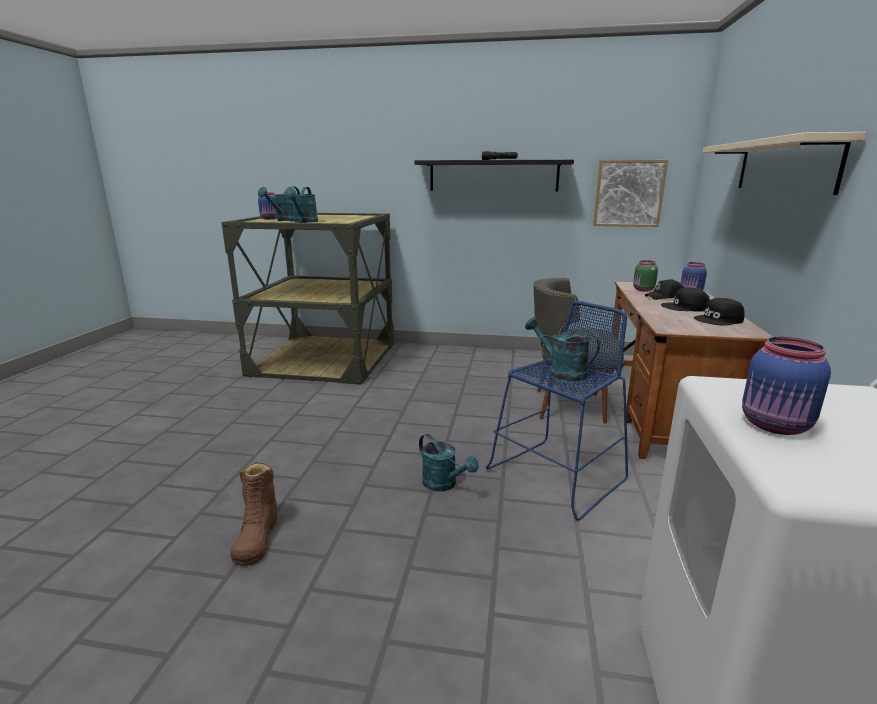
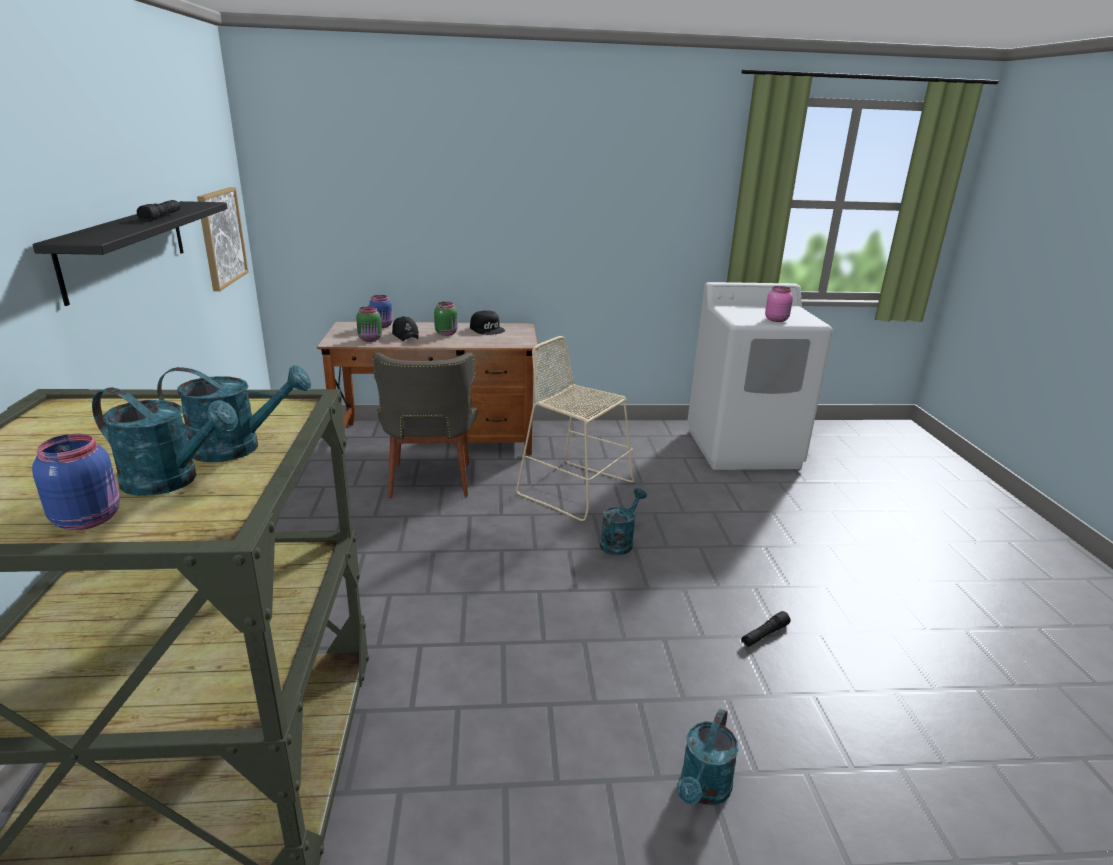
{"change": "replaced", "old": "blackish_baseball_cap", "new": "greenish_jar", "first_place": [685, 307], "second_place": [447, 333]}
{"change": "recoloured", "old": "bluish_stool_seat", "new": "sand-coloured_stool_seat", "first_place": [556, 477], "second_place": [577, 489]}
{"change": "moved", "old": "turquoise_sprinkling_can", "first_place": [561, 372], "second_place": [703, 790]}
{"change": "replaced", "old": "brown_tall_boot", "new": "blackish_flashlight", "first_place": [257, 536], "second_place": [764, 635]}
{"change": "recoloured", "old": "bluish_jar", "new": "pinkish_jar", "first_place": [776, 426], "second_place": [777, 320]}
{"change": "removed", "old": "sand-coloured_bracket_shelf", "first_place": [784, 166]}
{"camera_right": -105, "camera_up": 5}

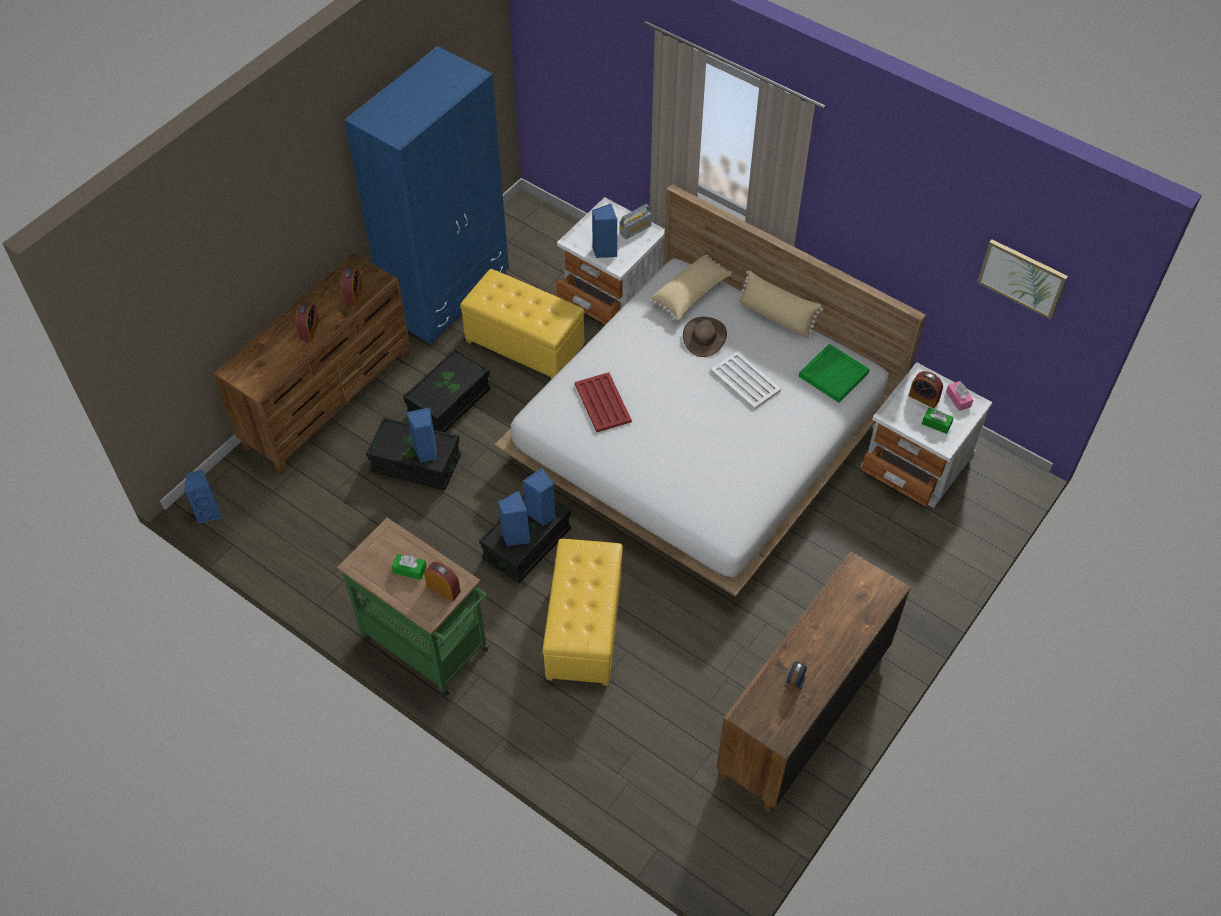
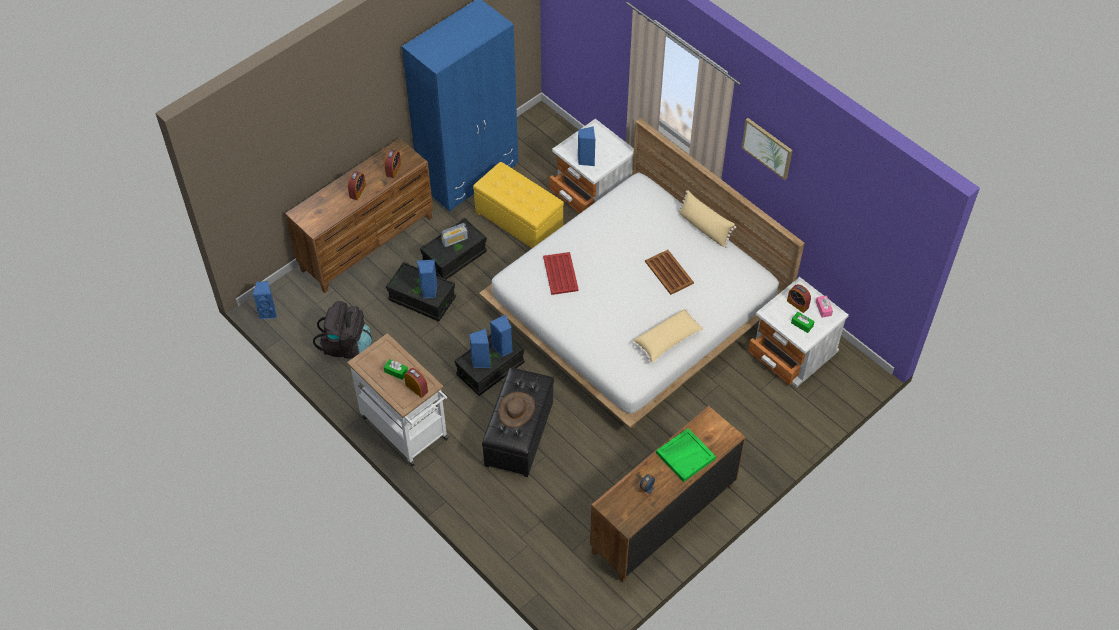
{"change": "added", "new": "blackish_rucksack", "second_place": [346, 345]}
{"change": "recoloured", "old": "greenish_trolley", "new": "white-coloured_trolley", "first_place": [428, 646], "second_place": [406, 430]}
{"change": "moved", "old": "radio_set", "first_place": [635, 230], "second_place": [454, 240]}
{"change": "recoloured", "old": "yellow-coloured_ottoman", "new": "blackish_ottoman", "first_place": [585, 628], "second_place": [519, 435]}
{"change": "moved", "old": "brown_clothing_hat", "first_place": [704, 337], "second_place": [516, 410]}
{"change": "moved", "old": "sand-coloured_throw_pillow", "first_place": [691, 294], "second_place": [668, 340]}
{"change": "recoloured", "old": "white-coloured_tray", "new": "brown_tray", "first_place": [745, 381], "second_place": [669, 273]}
{"change": "moved", "old": "greenish_tray", "first_place": [833, 374], "second_place": [685, 455]}
{"change": "moved", "old": "wall_art", "first_place": [1022, 278], "second_place": [767, 148]}
{"camera_right": 10, "camera_up": 0}

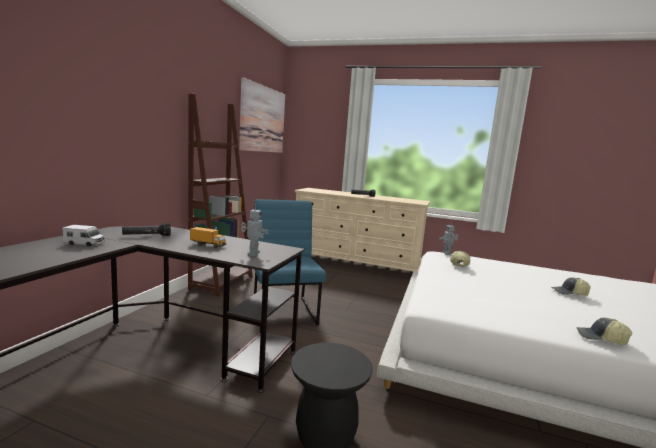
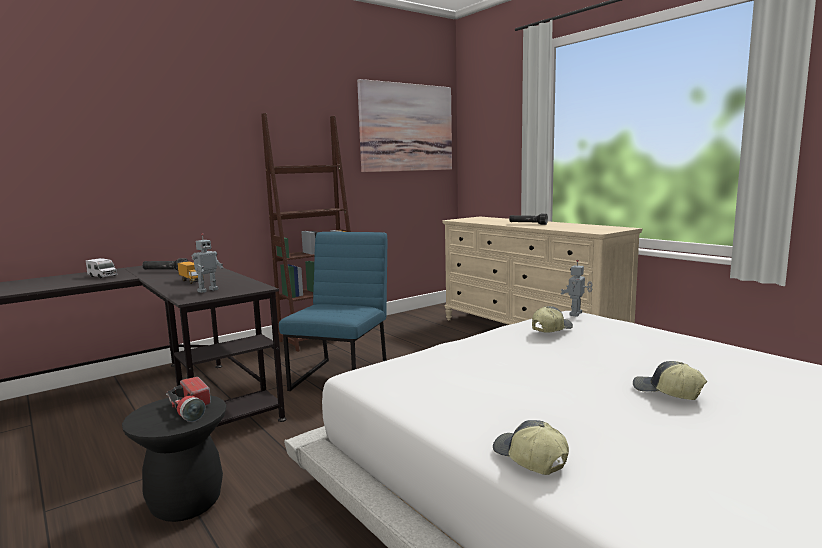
{"change": "added", "new": "flashlight", "second_place": [191, 409]}
{"camera_right": 35, "camera_up": 0}

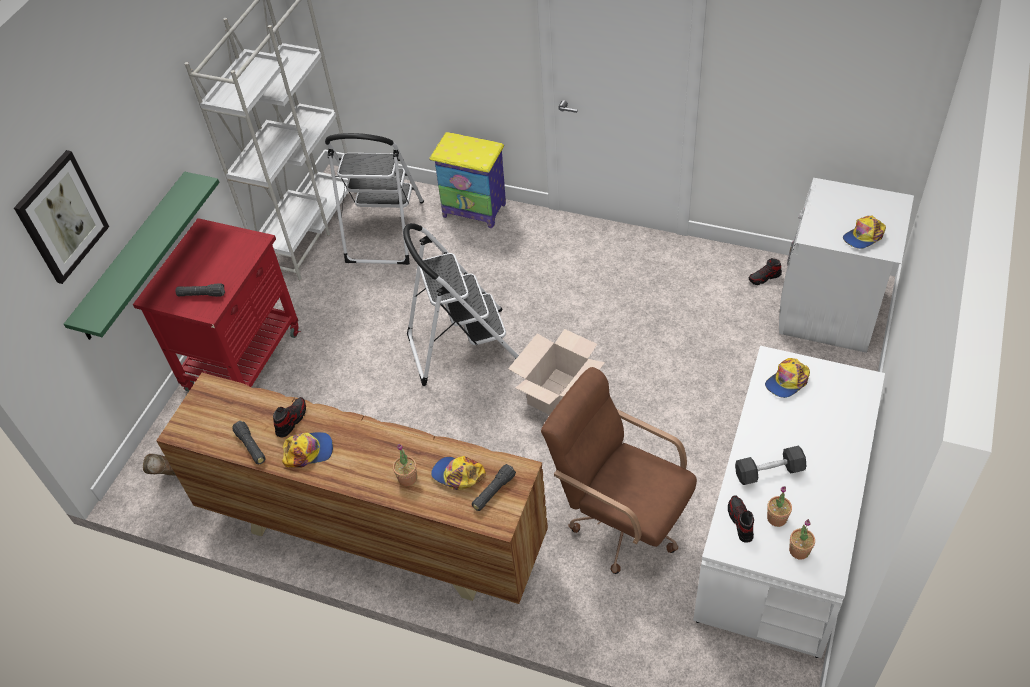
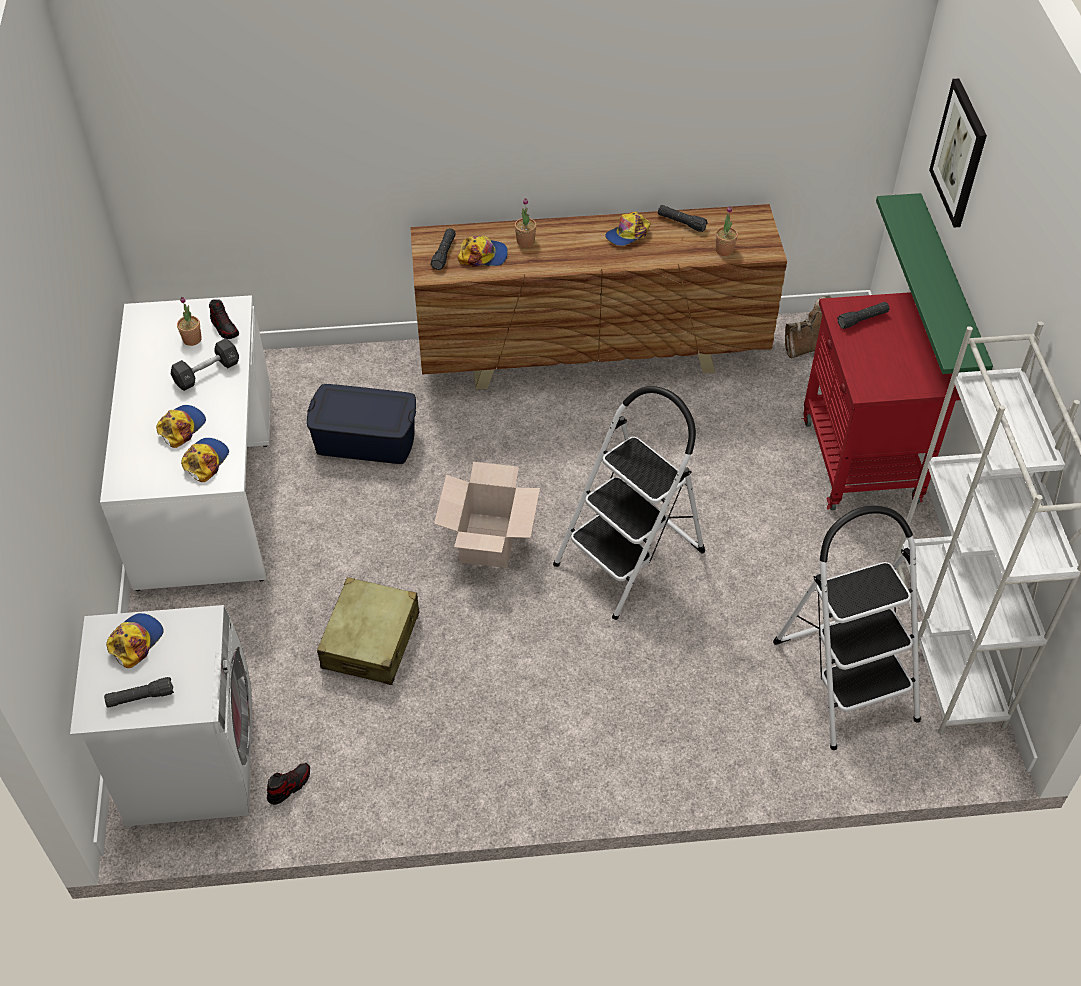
{"change": "added", "new": "blackish_flashlight", "second_place": [140, 697]}
{"change": "added", "new": "baseball_cap", "second_place": [181, 427]}
{"change": "replaced", "old": "brown_computer_chair", "new": "bluish_storage_box", "first_place": [620, 523], "second_place": [366, 440]}
{"change": "added", "new": "sand-coloured_piece_of_luggage", "second_place": [371, 640]}
{"change": "moved", "old": "potted_plant", "first_place": [799, 550], "second_place": [724, 250]}
{"change": "removed", "old": "item_of_footwear", "first_place": [291, 420]}
{"change": "removed", "old": "bedside_table", "first_place": [475, 212]}
{"camera_right": 150, "camera_up": 0}

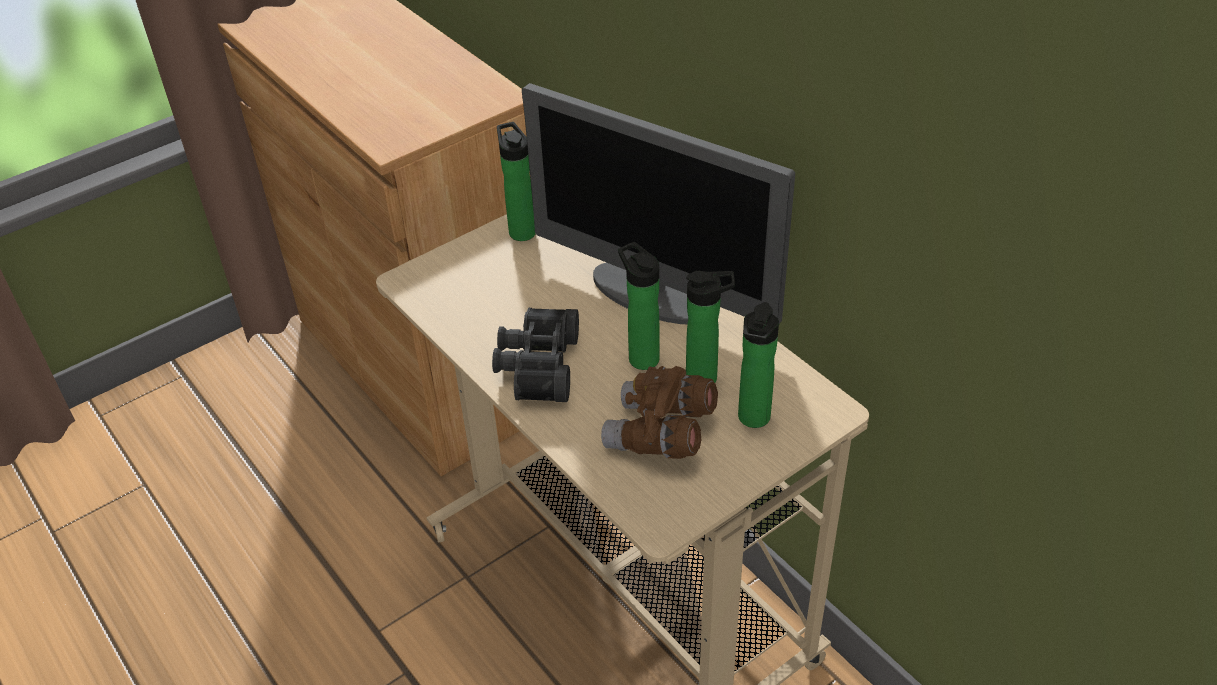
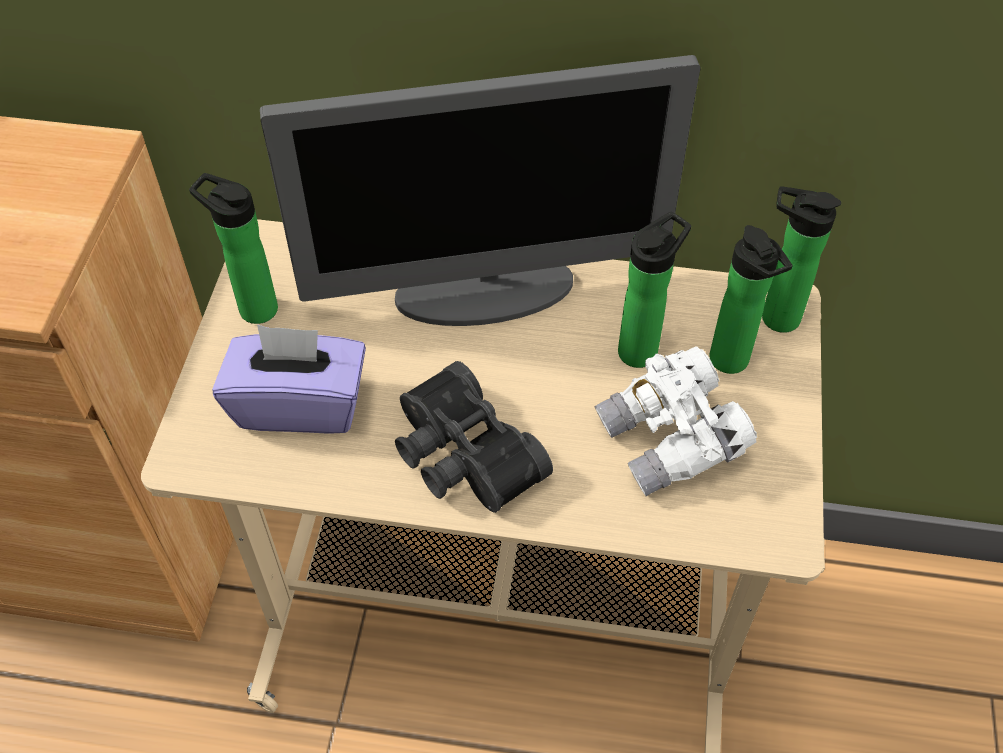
{"change": "added", "new": "purple-coloured_box_of_tissues", "second_place": [300, 404]}
{"change": "recoloured", "old": "brown_field_glasses", "new": "white-coloured_field_glasses", "first_place": [660, 435], "second_place": [671, 441]}
{"change": "moved", "old": "drink_bottle", "first_place": [641, 356], "second_place": [774, 317]}
{"camera_right": -45, "camera_up": 10}

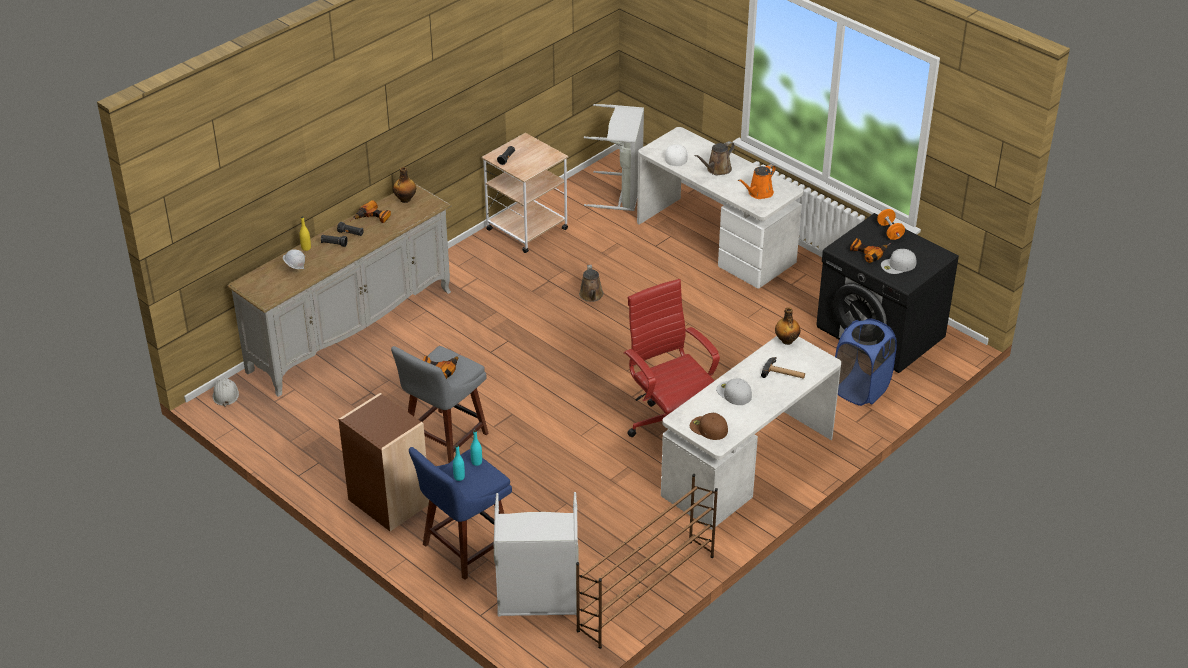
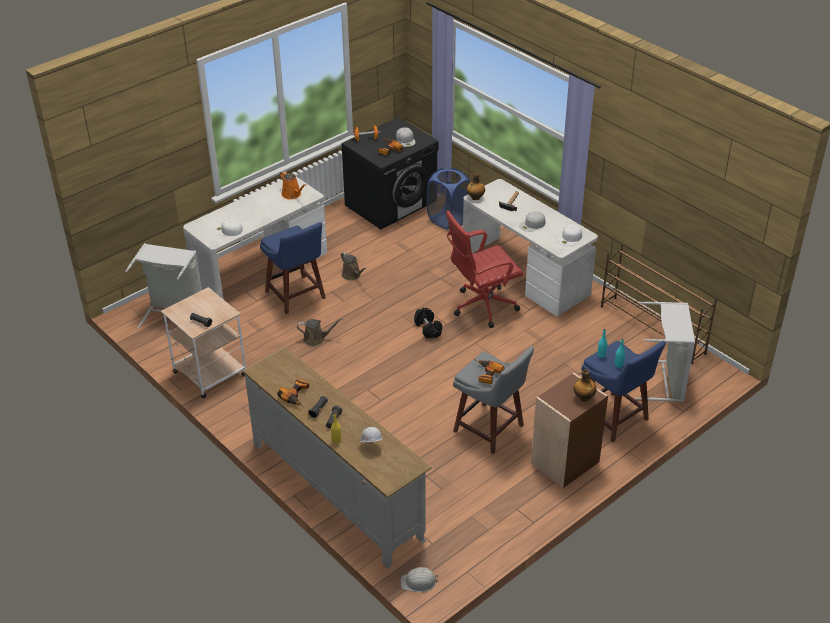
{"change": "added", "new": "bluish_stool_seat", "second_place": [296, 296]}
{"change": "moved", "old": "brown_sprinkling_can", "first_place": [717, 170], "second_place": [352, 275]}
{"change": "added", "new": "blackish_dumbbell", "second_place": [428, 329]}
{"change": "recoloured", "old": "brown_baseball_cap", "new": "white-coloured_baseball_cap", "first_place": [708, 428], "second_place": [570, 238]}
{"change": "moved", "old": "drink_bottle", "first_place": [405, 199], "second_place": [583, 397]}
{"camera_right": -85, "camera_up": 0}

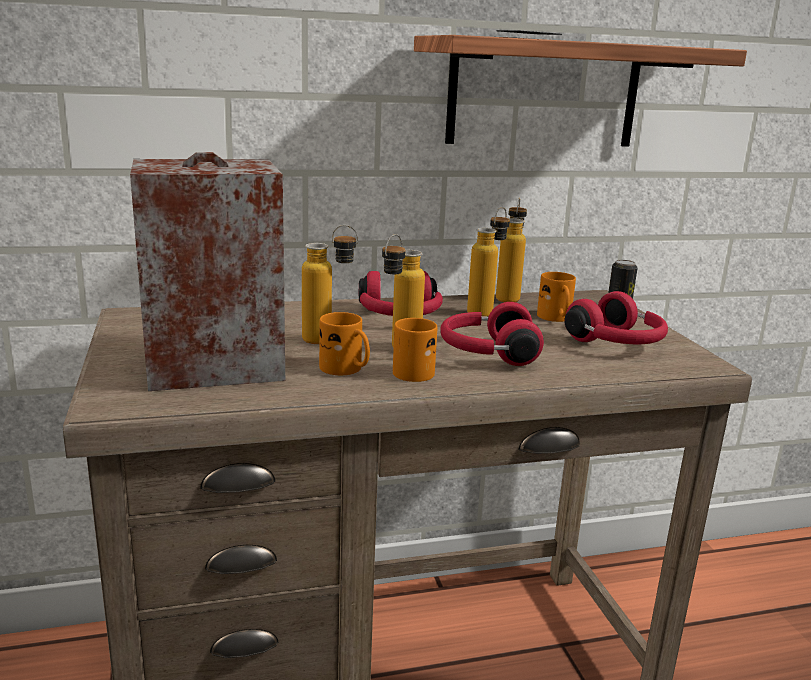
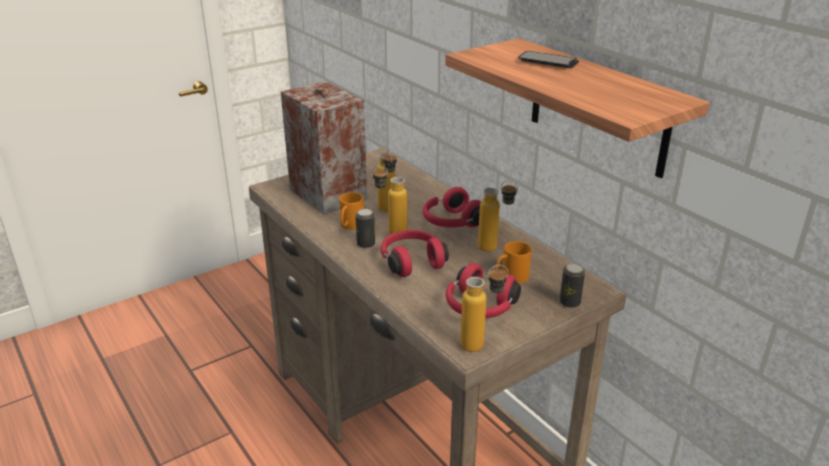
{"change": "replaced", "old": "orange_mug", "new": "metal_can", "first_place": [414, 370], "second_place": [366, 244]}
{"change": "moved", "old": "drink_bottle", "first_place": [508, 297], "second_place": [481, 344]}
{"camera_right": 70, "camera_up": 10}

